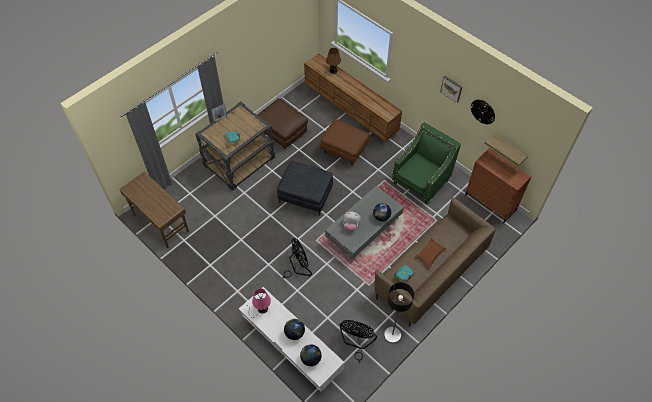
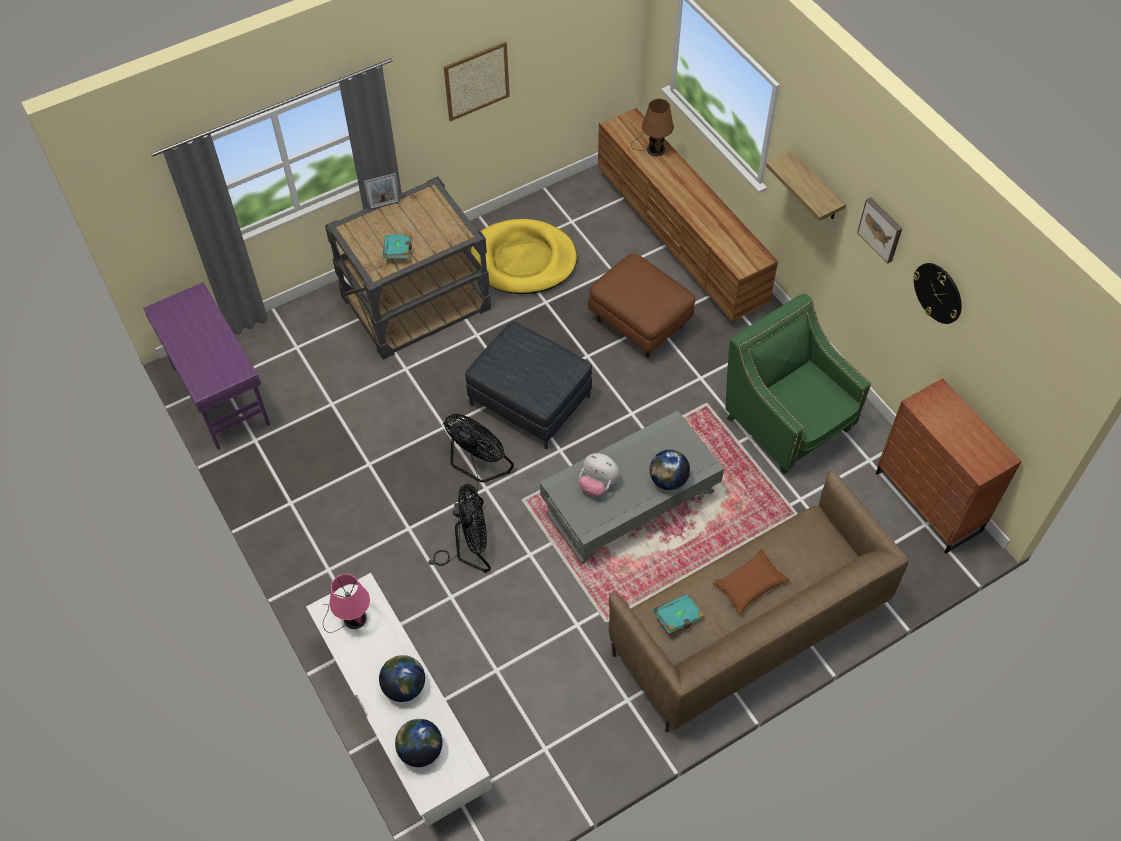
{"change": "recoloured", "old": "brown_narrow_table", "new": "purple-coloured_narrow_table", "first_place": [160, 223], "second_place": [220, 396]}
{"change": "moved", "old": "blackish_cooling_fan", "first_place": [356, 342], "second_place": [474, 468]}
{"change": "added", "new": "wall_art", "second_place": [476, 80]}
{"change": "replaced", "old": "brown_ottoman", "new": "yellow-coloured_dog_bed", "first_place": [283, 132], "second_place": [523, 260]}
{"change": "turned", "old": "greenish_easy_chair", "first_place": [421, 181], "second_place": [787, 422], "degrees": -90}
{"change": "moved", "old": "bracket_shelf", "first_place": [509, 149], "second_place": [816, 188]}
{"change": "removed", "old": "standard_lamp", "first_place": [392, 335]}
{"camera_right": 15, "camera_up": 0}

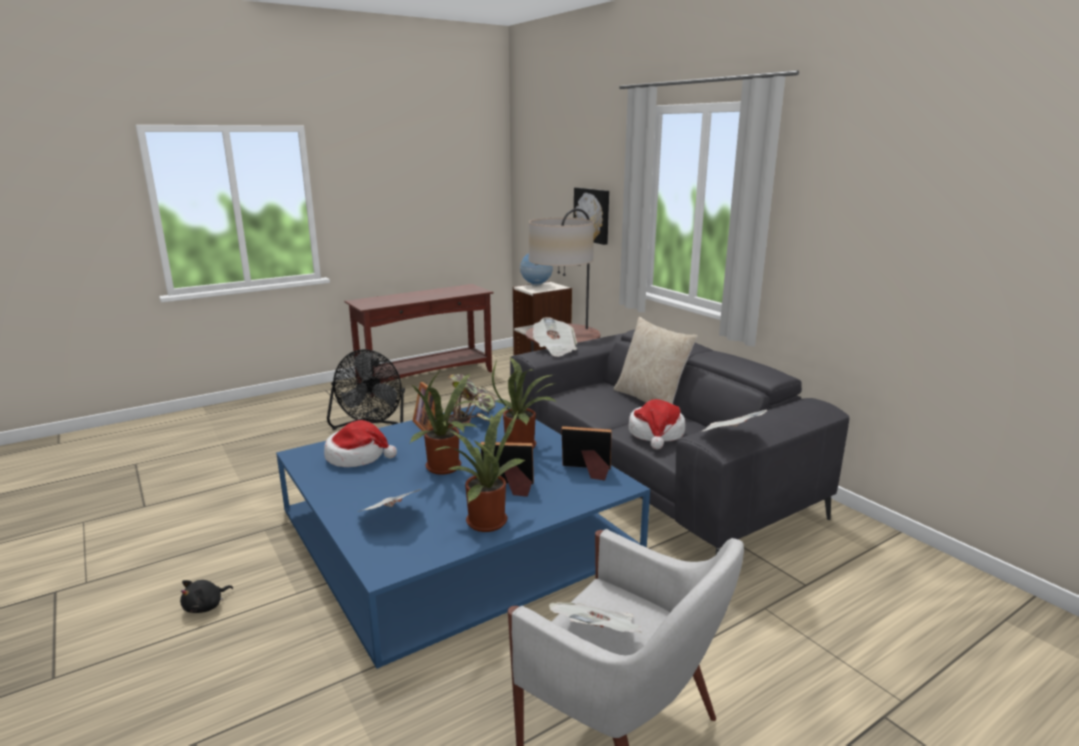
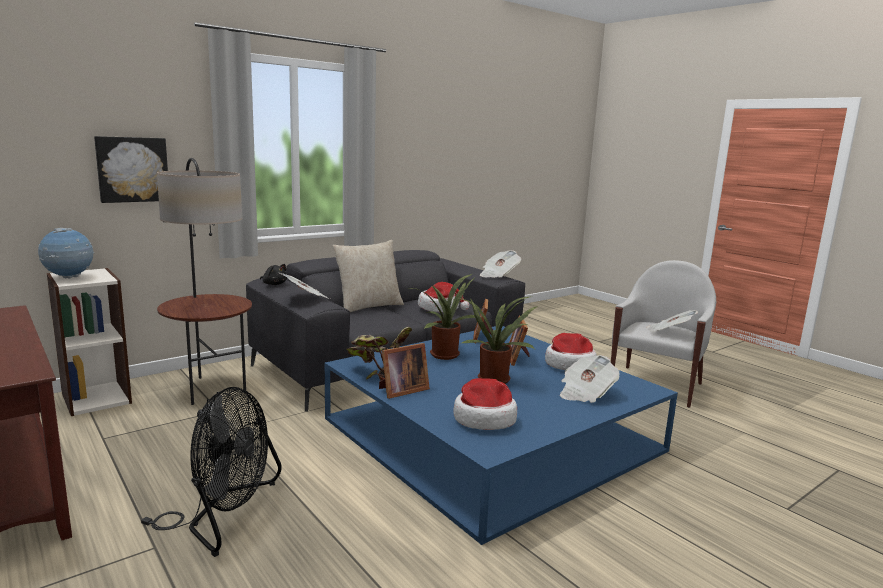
{"change": "moved", "old": "blackish_cuddly_toy", "first_place": [206, 606], "second_place": [274, 284]}
{"change": "replaced", "old": "potted_plant", "new": "clothing_hat", "first_place": [483, 520], "second_place": [569, 364]}
{"camera_right": -95, "camera_up": -5}

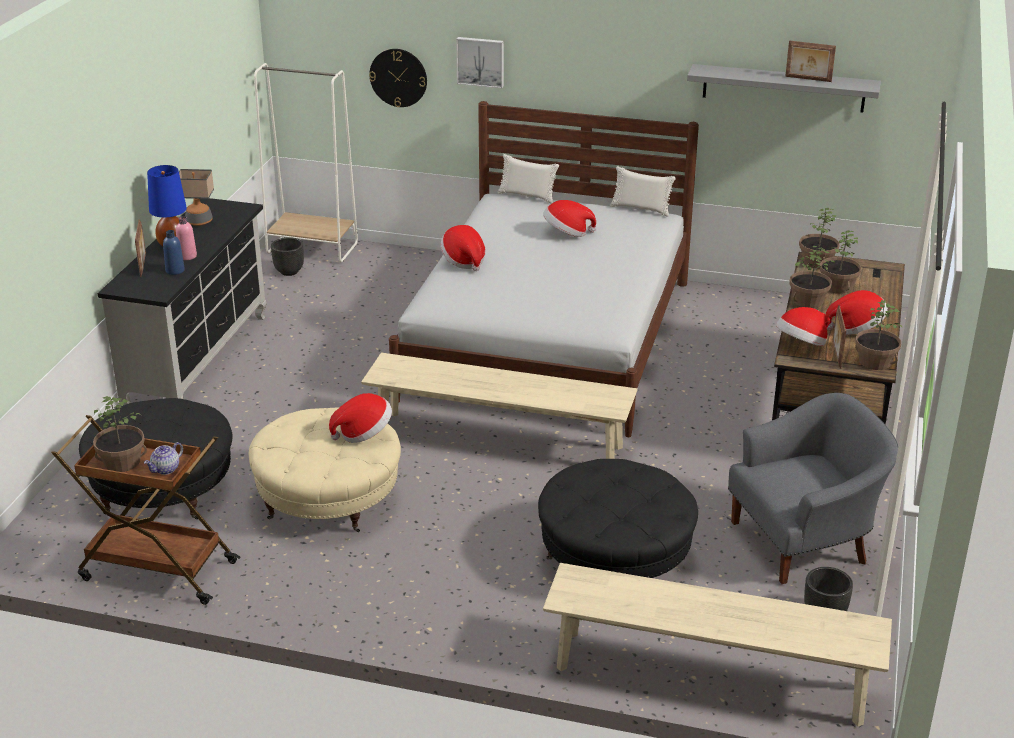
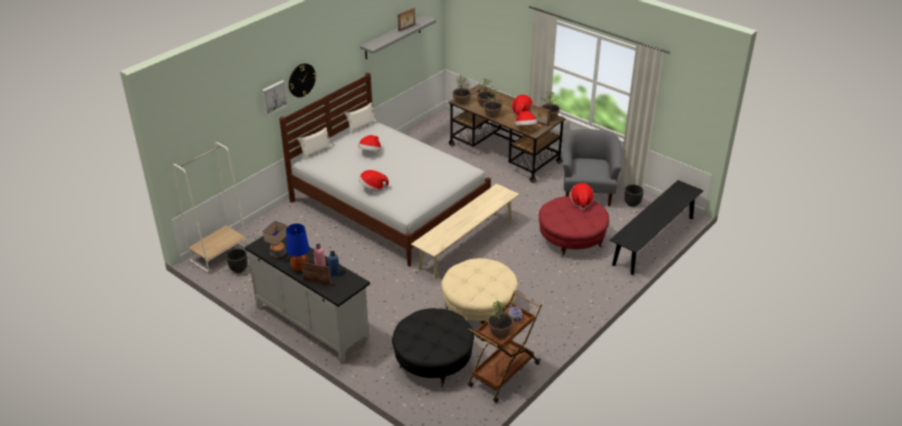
{"change": "moved", "old": "hanging_clock", "first_place": [398, 77], "second_place": [301, 80]}
{"change": "recoloured", "old": "blackish_ottoman", "new": "reddish_ottoman", "first_place": [615, 558], "second_place": [571, 239]}
{"change": "moved", "old": "clothing_hat", "first_place": [363, 433], "second_place": [581, 202]}
{"change": "recoloured", "old": "sand-coloured_bench", "new": "blackish_bench", "first_place": [710, 677], "second_place": [653, 240]}
{"camera_right": -65, "camera_up": 5}

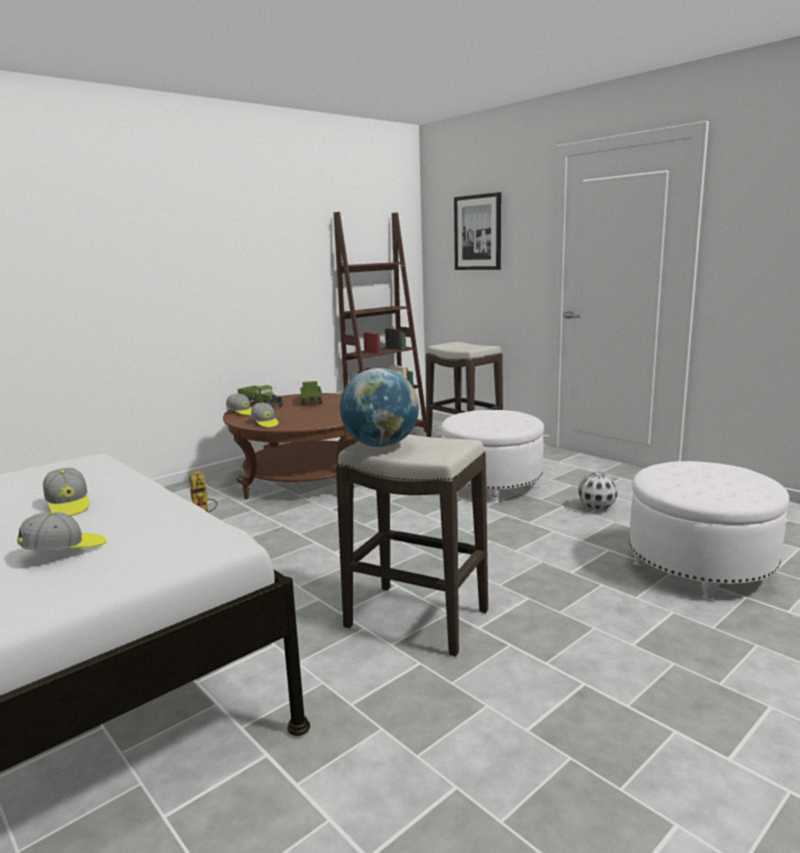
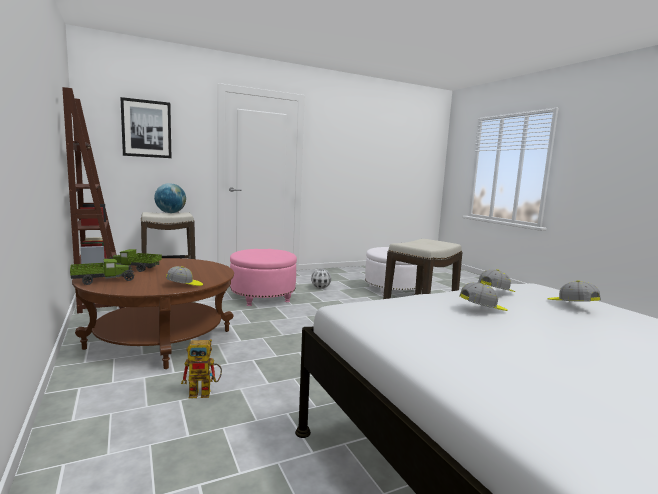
{"change": "moved", "old": "globe", "first_place": [381, 445], "second_place": [170, 213]}
{"change": "recoloured", "old": "white-coloured_ottoman", "new": "pinkish_ottoman", "first_place": [491, 486], "second_place": [263, 297]}
{"change": "moved", "old": "baseball_cap", "first_place": [242, 412], "second_place": [496, 292]}
{"camera_right": -75, "camera_up": -5}

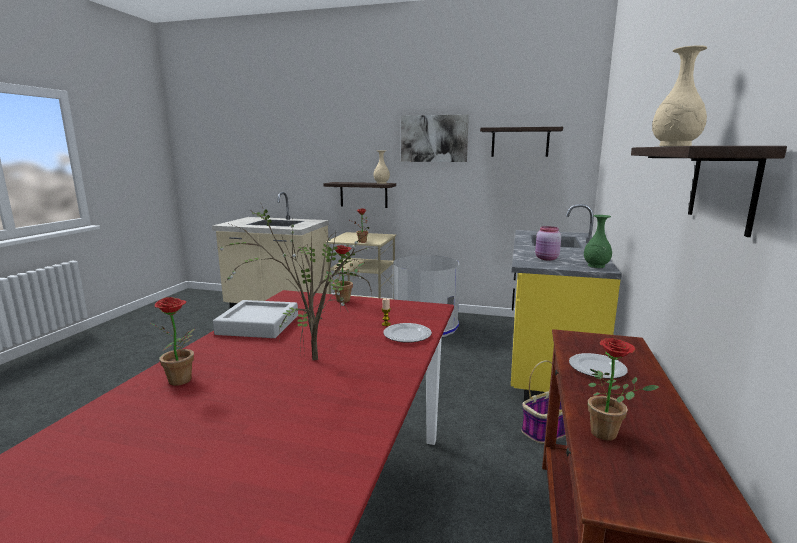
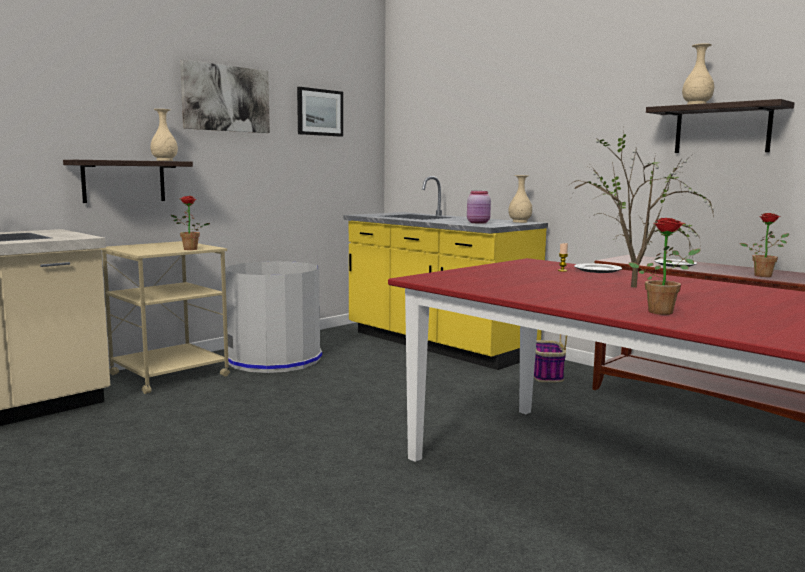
{"change": "replaced", "old": "bracket_shelf", "new": "wall_art", "first_place": [520, 142], "second_place": [319, 112]}
{"change": "recoloured", "old": "greenish_decorative_vase", "new": "sand-coloured_decorative_vase", "first_place": [596, 266], "second_place": [520, 222]}
{"change": "removed", "old": "greyish_tray", "first_place": [258, 325]}
{"change": "removed", "old": "potted_plant", "first_place": [346, 299]}
{"camera_right": -60, "camera_up": -5}

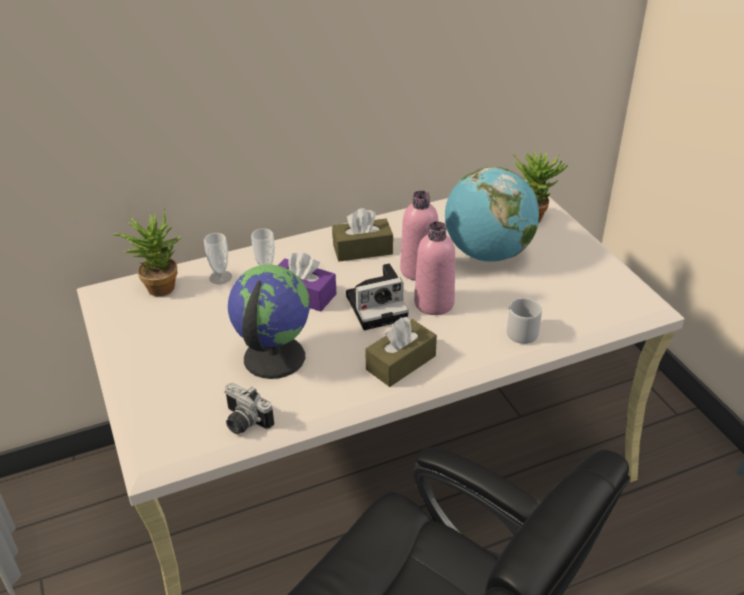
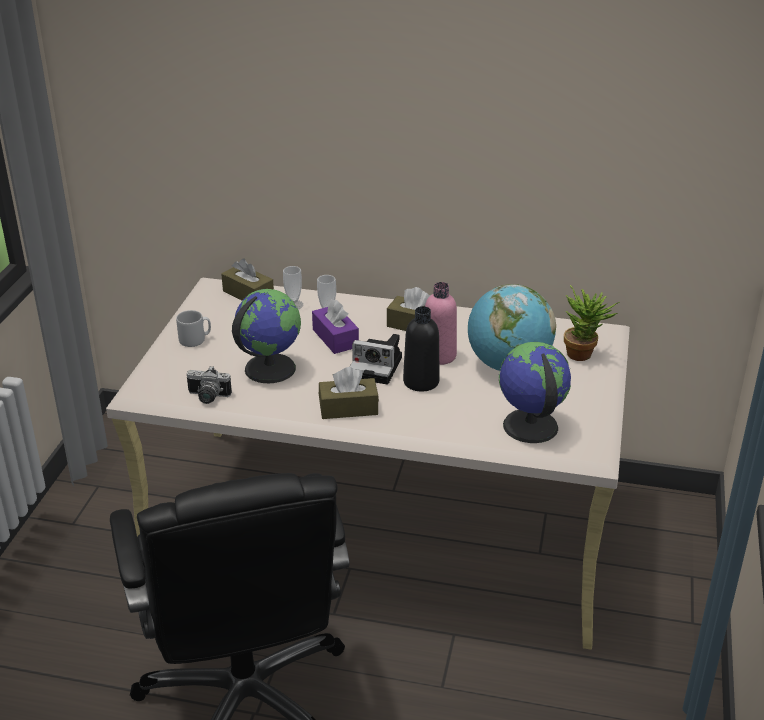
{"change": "moved", "old": "greyish_mug", "first_place": [524, 331], "second_place": [195, 340]}
{"change": "turned", "old": "still_camera", "first_place": [243, 422], "second_place": [207, 397], "degrees": -60}
{"change": "replaced", "old": "potted_plant", "new": "brown_box_of_tissues", "first_place": [158, 285], "second_place": [248, 294]}
{"change": "recoloured", "old": "pinkish_drink_bottle", "new": "blackish_drink_bottle", "first_place": [434, 303], "second_place": [421, 382]}
{"change": "added", "new": "globe", "second_place": [529, 426]}
{"camera_right": 35, "camera_up": -5}

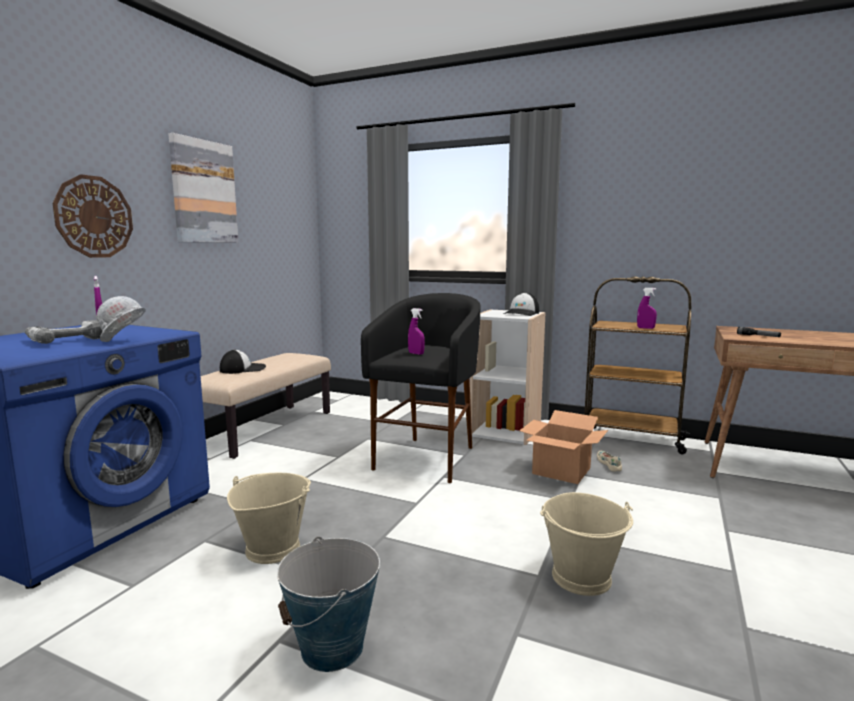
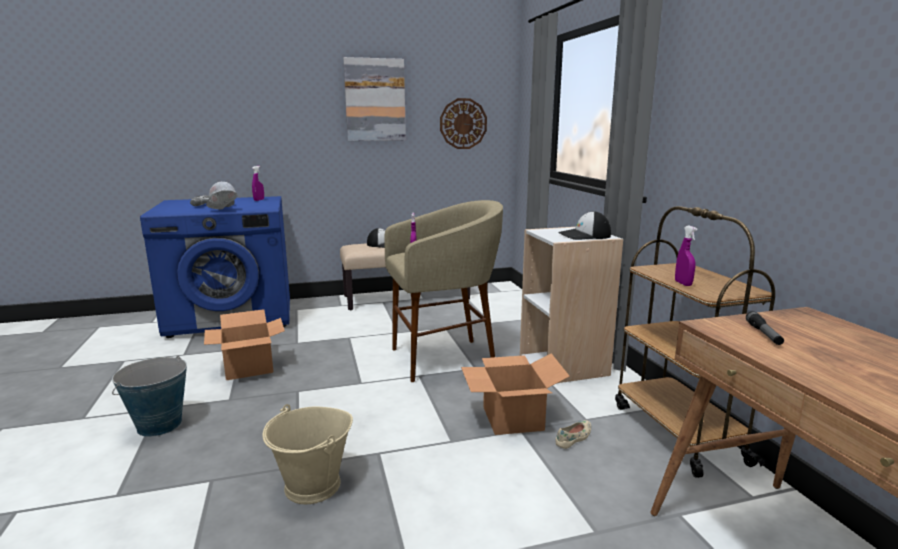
{"change": "replaced", "old": "sand-coloured_pail", "new": "cardboard_box", "first_place": [272, 548], "second_place": [249, 367]}
{"change": "recoloured", "old": "blackish_stool_seat", "new": "sand-coloured_stool_seat", "first_place": [427, 458], "second_place": [444, 358]}
{"change": "moved", "old": "hanging_clock", "first_place": [94, 217], "second_place": [463, 124]}
{"camera_right": 50, "camera_up": 5}

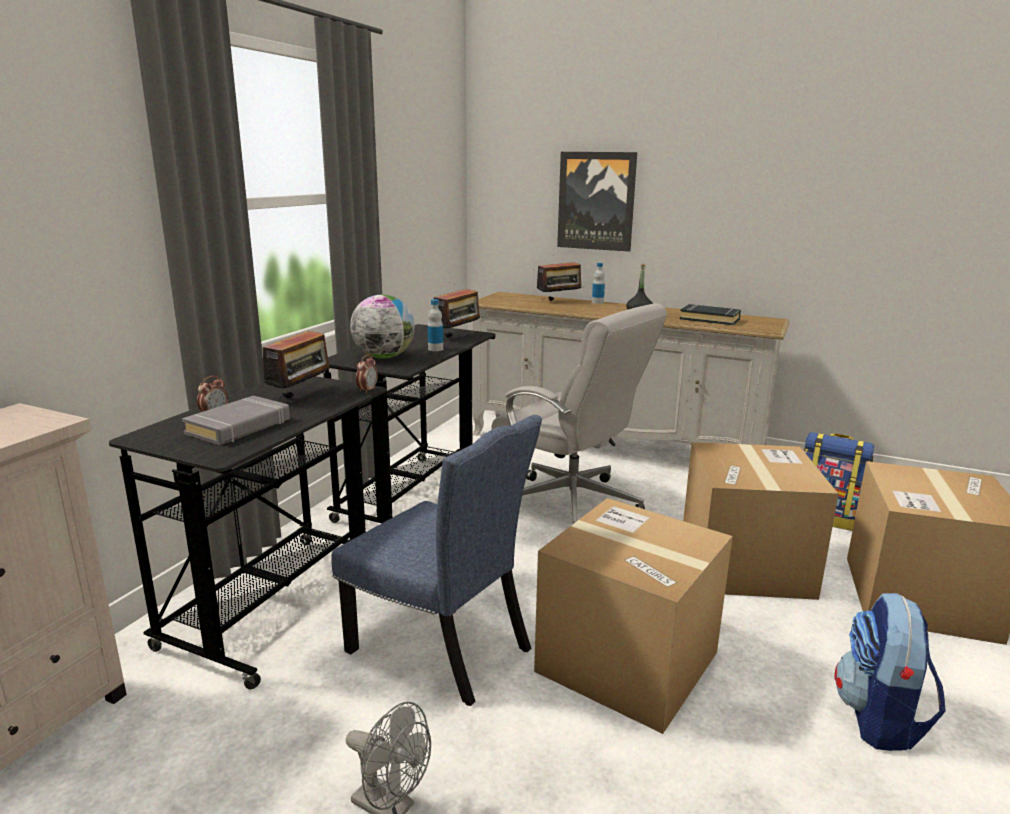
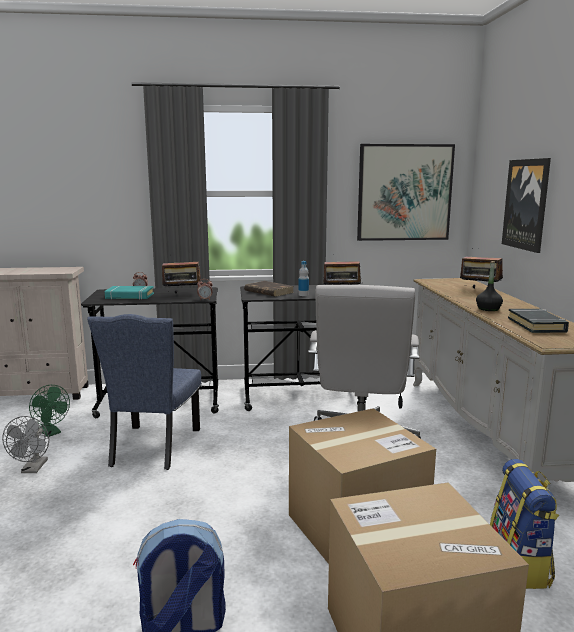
{"change": "added", "new": "greenish_cooling_fan", "second_place": [51, 432]}
{"change": "recoloured", "old": "greyish_book", "new": "turquoise_book", "first_place": [239, 427], "second_place": [129, 296]}
{"change": "replaced", "old": "globe", "new": "brown_book", "first_place": [384, 357], "second_place": [268, 291]}
{"change": "added", "new": "wall_art", "second_place": [404, 192]}
{"change": "removed", "old": "cardboard_box", "first_place": [627, 662]}
{"change": "removed", "old": "drink_bottle", "first_place": [597, 302]}
{"camera_right": 60, "camera_up": -5}

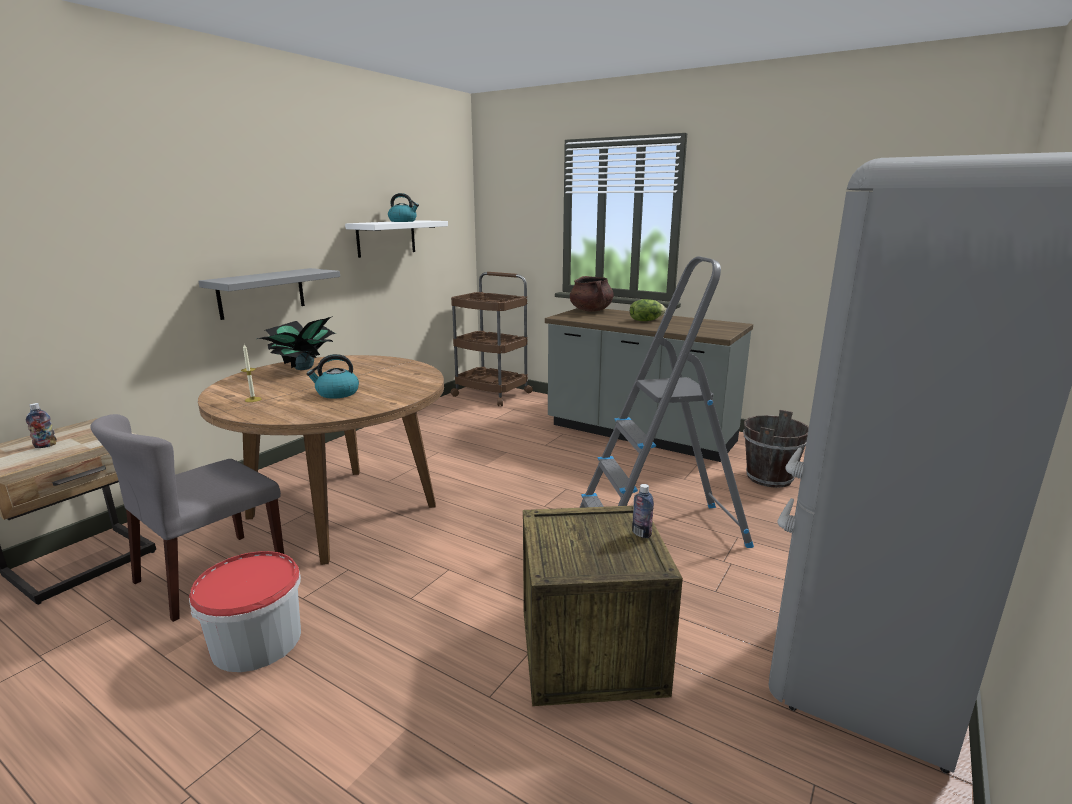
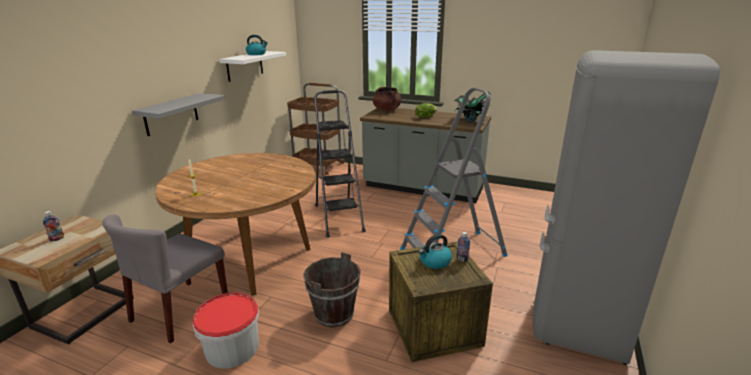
{"change": "moved", "old": "brown_pail", "first_place": [769, 478], "second_place": [334, 314]}
{"change": "added", "new": "stepladder", "second_place": [338, 217]}
{"change": "moved", "old": "tea_kettle", "first_place": [337, 393], "second_place": [434, 262]}
{"change": "moved", "old": "potted_plant", "first_place": [302, 368], "second_place": [470, 121]}
{"camera_right": -10, "camera_up": 5}

